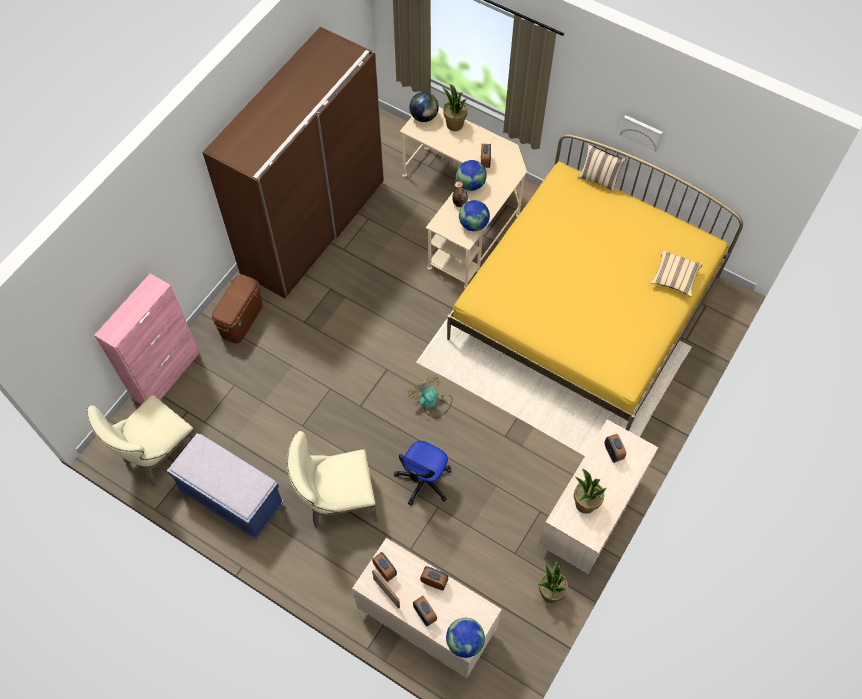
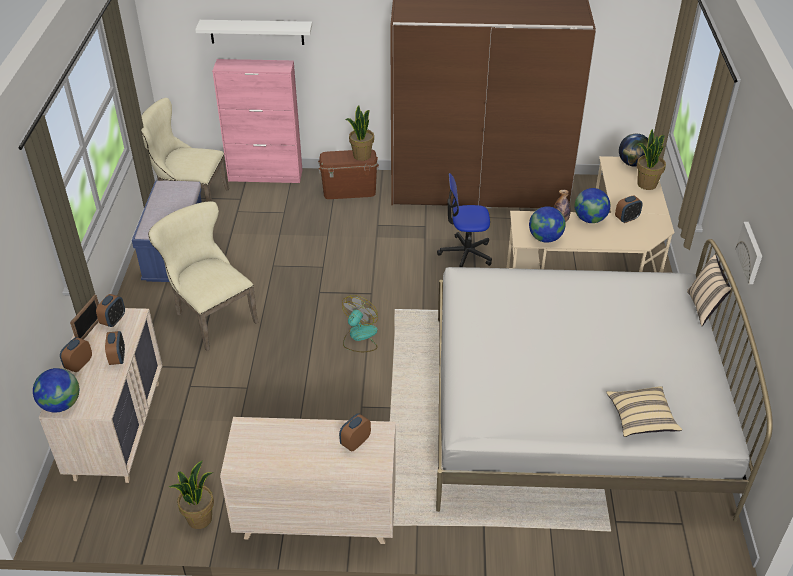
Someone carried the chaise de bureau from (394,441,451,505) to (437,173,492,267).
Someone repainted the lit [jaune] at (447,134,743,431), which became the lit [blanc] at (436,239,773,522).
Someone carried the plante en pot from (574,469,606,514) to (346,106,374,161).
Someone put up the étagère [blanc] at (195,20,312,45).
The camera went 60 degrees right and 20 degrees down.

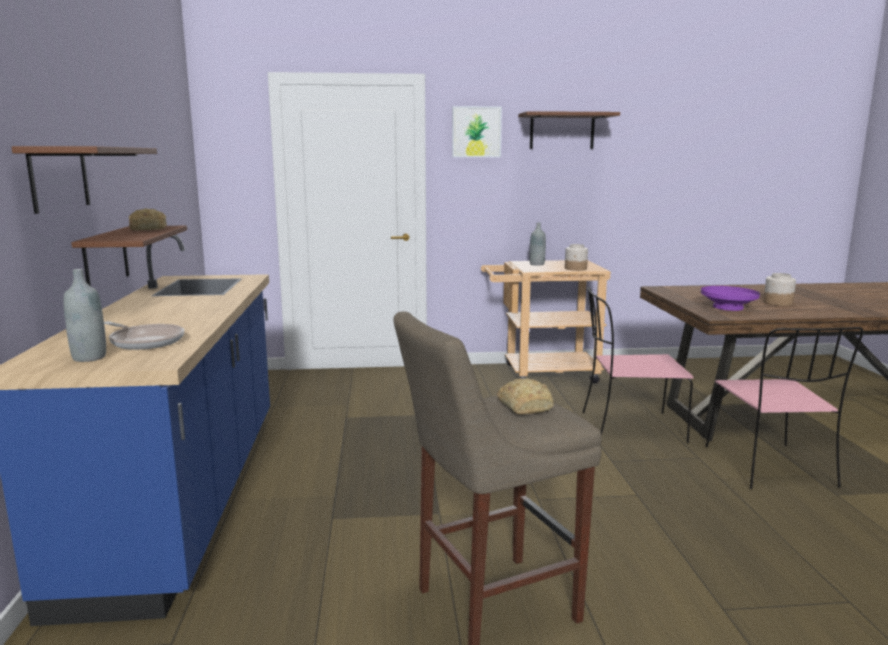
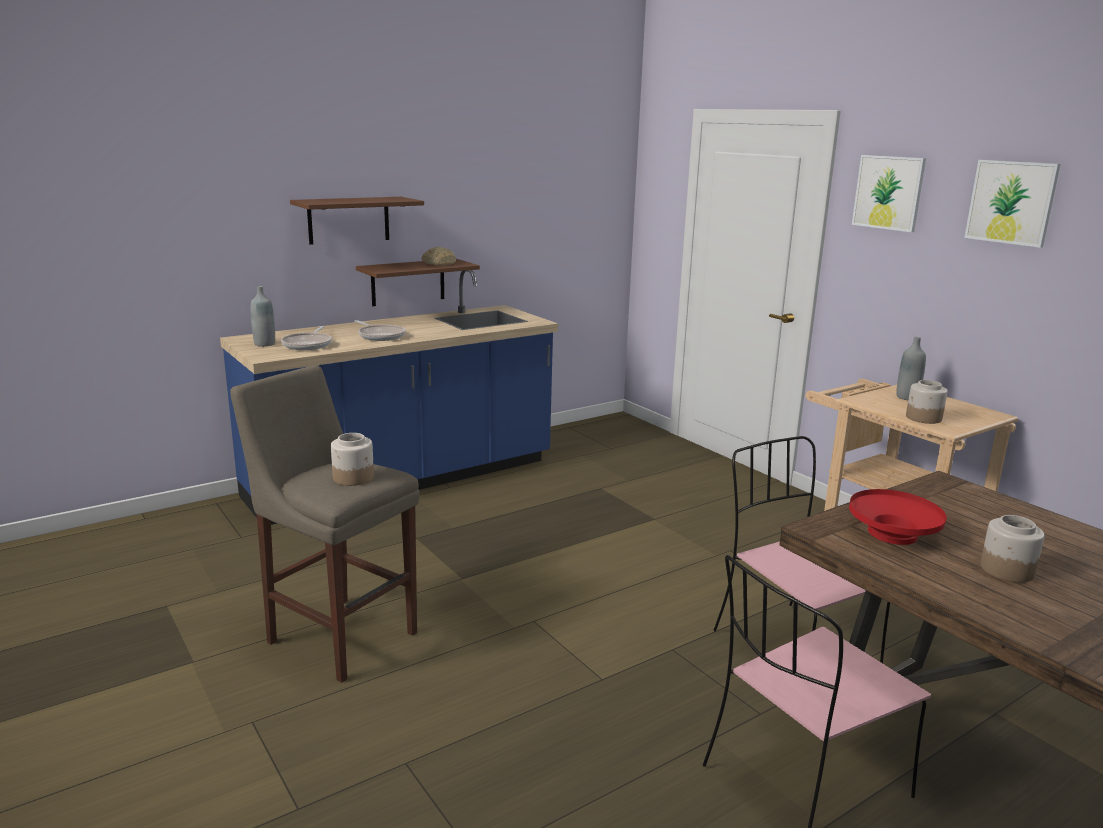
Someone swapped the pain at (497,378,554,415) for the bocal at (331,433,374,486).
Someone swapped the étagère [marron] at (518,111,620,149) for the tableau at (964,160,1060,248).
Someone repainted the bol [violet] at (701,286,760,311), which became the bol [rouge] at (849,489,947,545).
Someone put down the poêle at (355,320,406,341).
The camera went 60 degrees right and 5 degrees up.

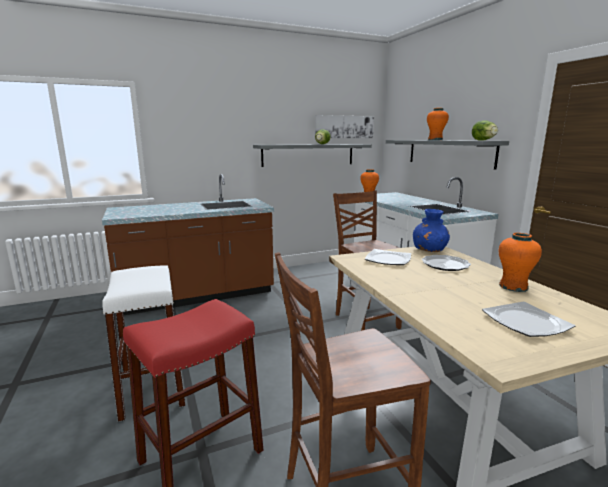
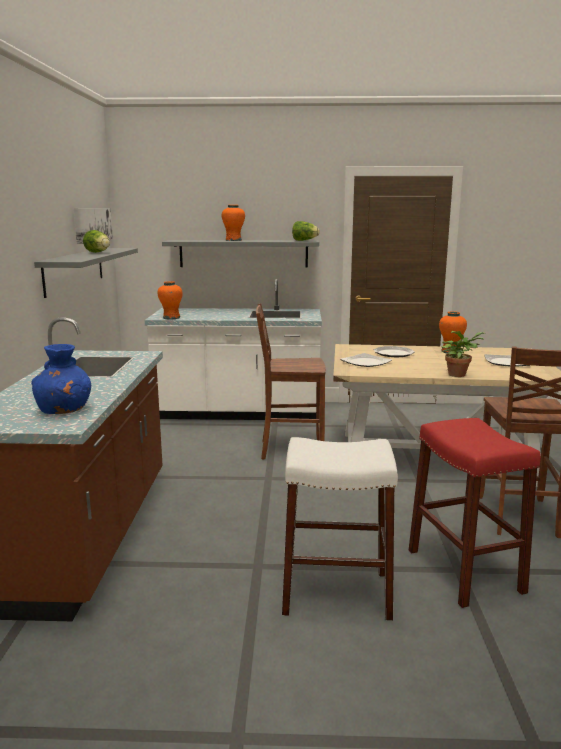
Someone carried the vase [bleu] from (413,209,450,252) to (31,344,91,414).
Someone put down the plante en pot at (441,331,486,377).
The camera went 65 degrees left and 0 degrees up.

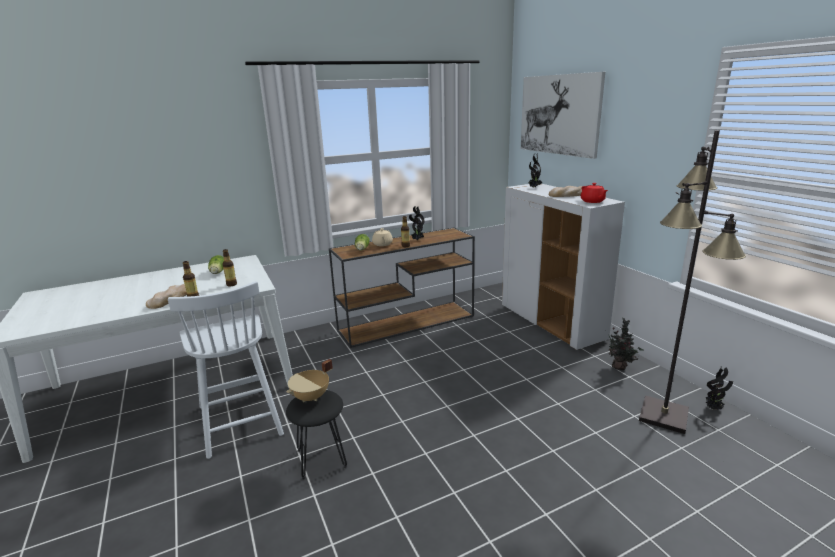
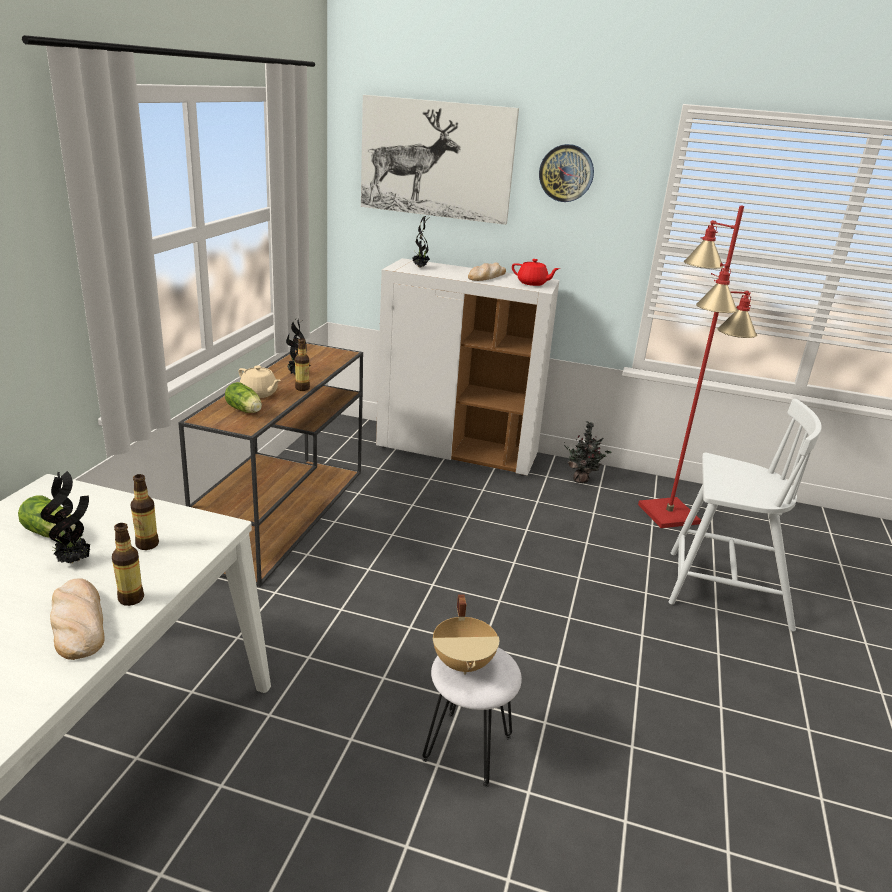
Someone carried the chaise [blanc] from (168,281,284,459) to (668,399,822,632).
Someone repainted the tabouret [noir] at (286,390,347,480), which became the tabouret [blanc] at (423,647,522,787).
Someone repainted the lampadaire [noir] at (639,130,746,434), which became the lampadaire [rouge] at (638,205,757,528).
Someone carried the plante en pot from (705,367,733,410) to (41,471,90,563).
Someone put up the horloge murale at (539,144,594,202).
The camera went 50 degrees left and 5 degrees up.

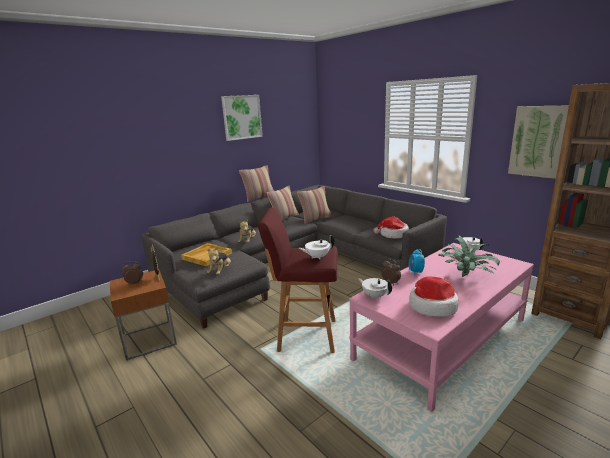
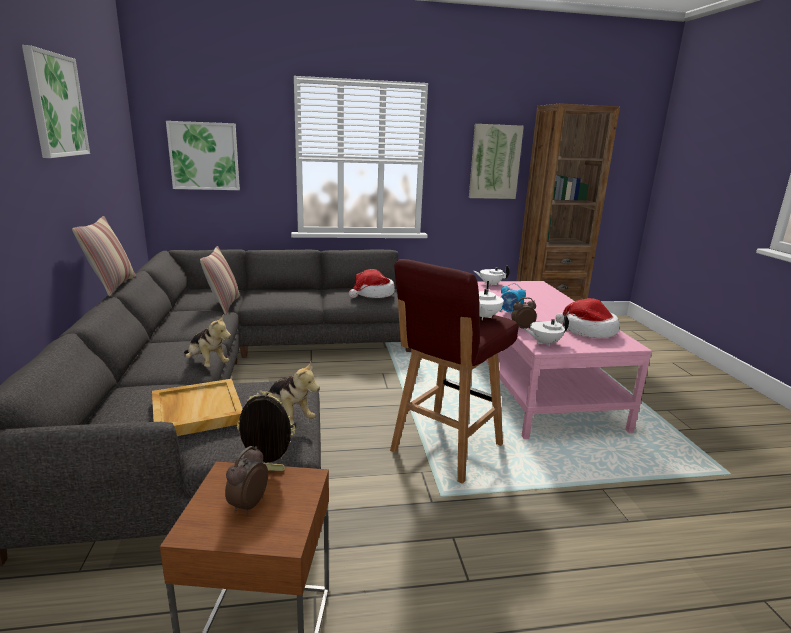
Someone took away the coussin at (267,185,299,221).
Someone took away the plante en pot at (438,238,501,277).
Someone put up the tableau at (166,121,240,190).
The camera went 60 degrees left and 0 degrees up.

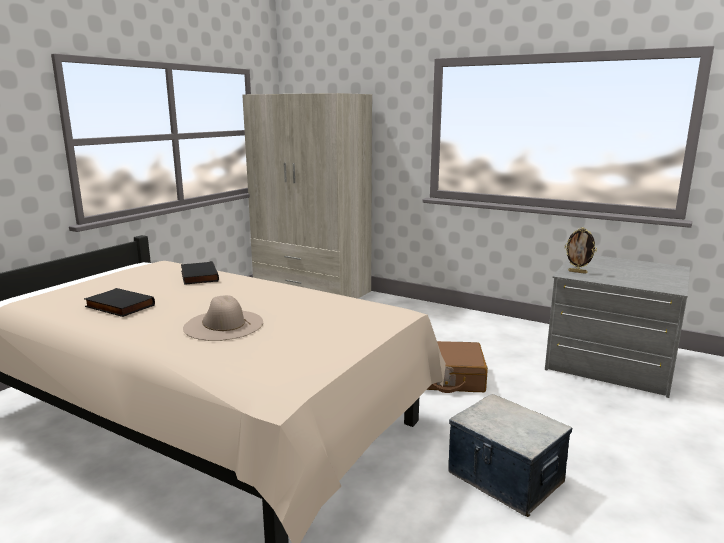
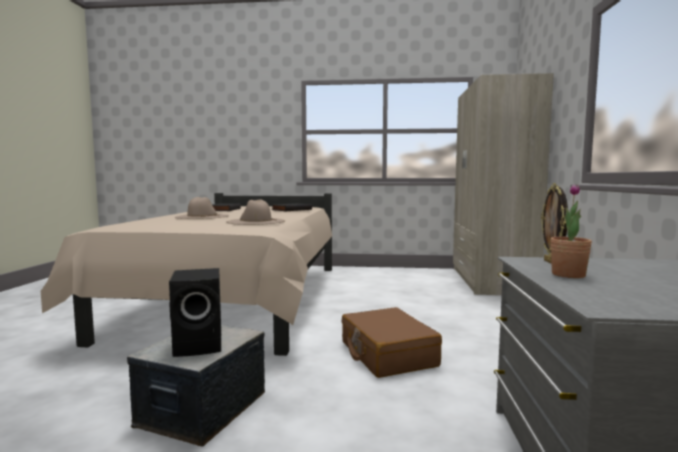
Someone put down the enceinte [noir] at (169,268,221,357).
Someone put down the chapeau [beige] at (226,199,285,225).
Someone put down the plante en pot at (550,184,592,278).
The camera went 65 degrees right and 10 degrees down.

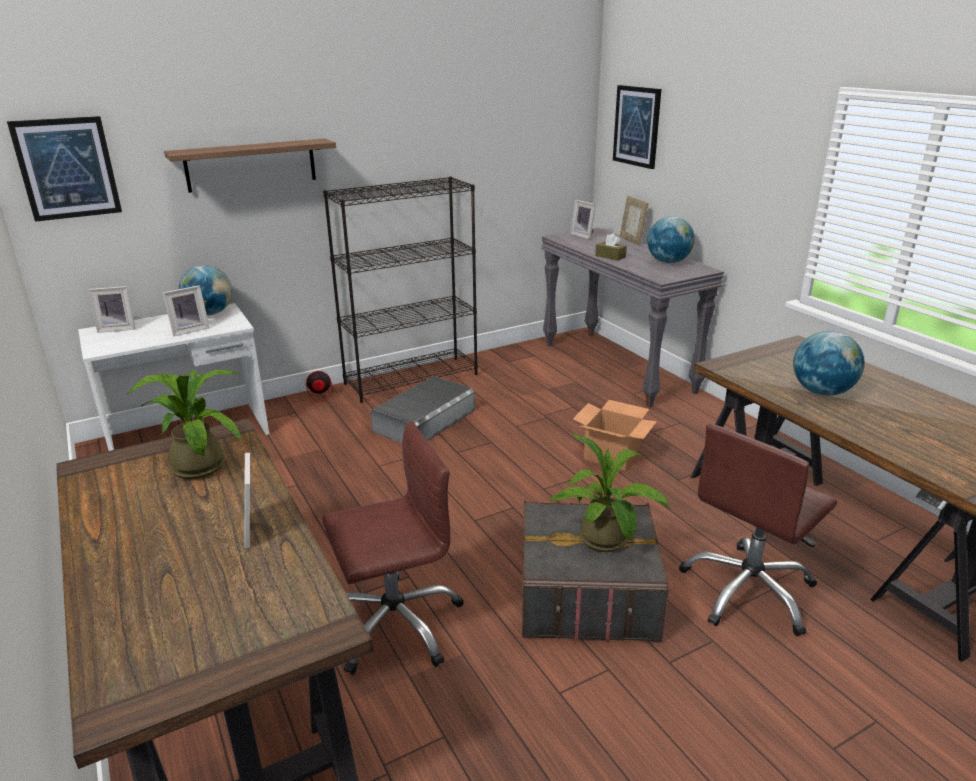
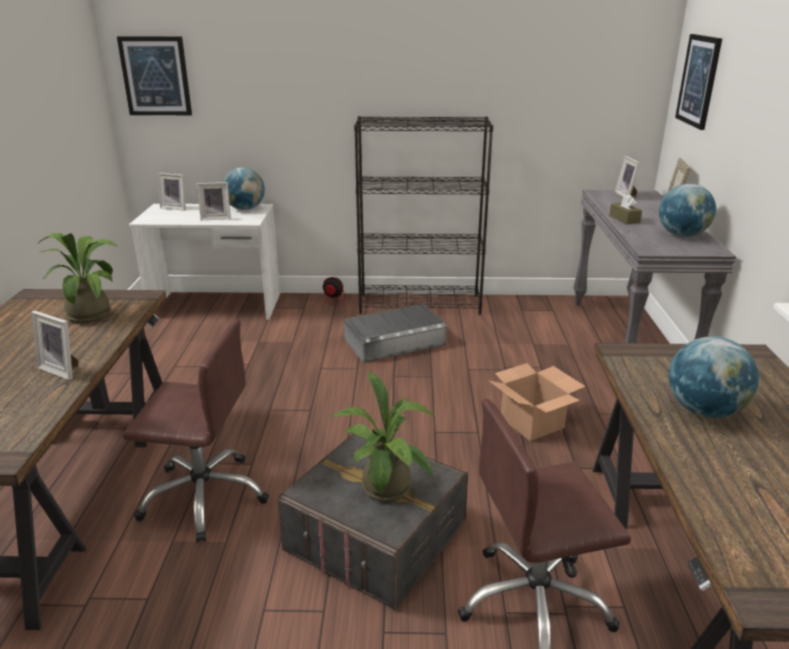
Someone took away the étagère at (164,139,336,193).
Someone rotated the cadre photo at (244,453,274,548) by 75 degrees counterclockwise.
The camera went 30 degrees right and 0 degrees up.

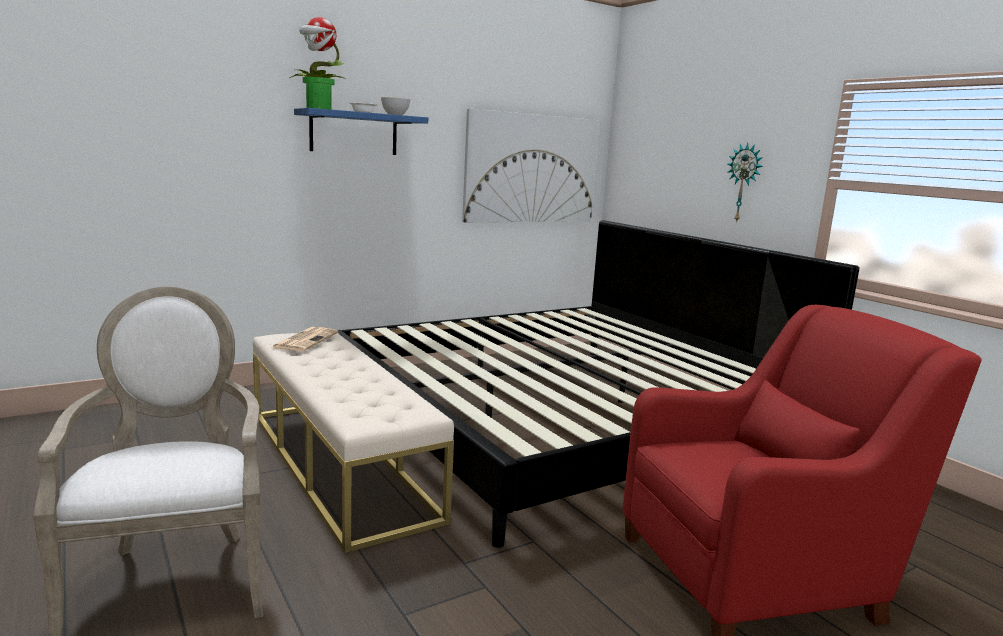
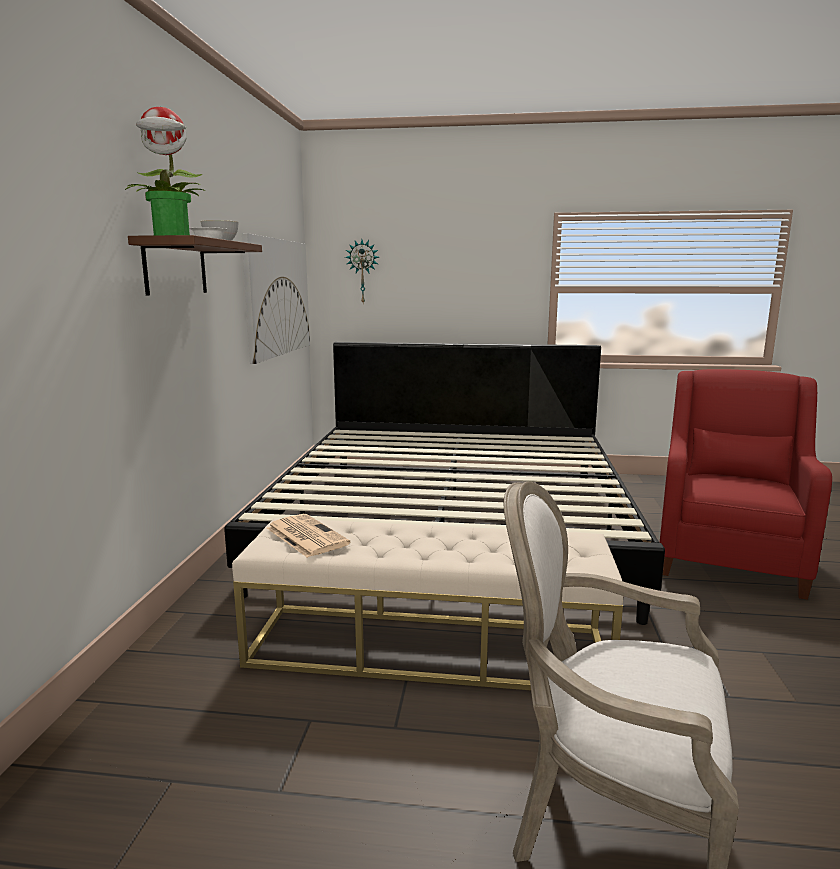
Someone repainted the étagère [bleu] at (294,108,428,155), which became the étagère [marron] at (128,235,262,295).
Someone carried the horloge murale from (727,143,763,223) to (345,240,379,303).
The camera went 50 degrees left and 0 degrees up.

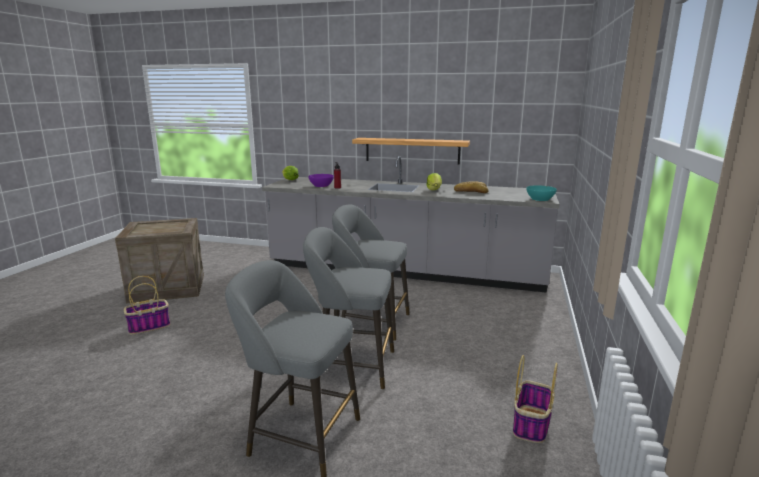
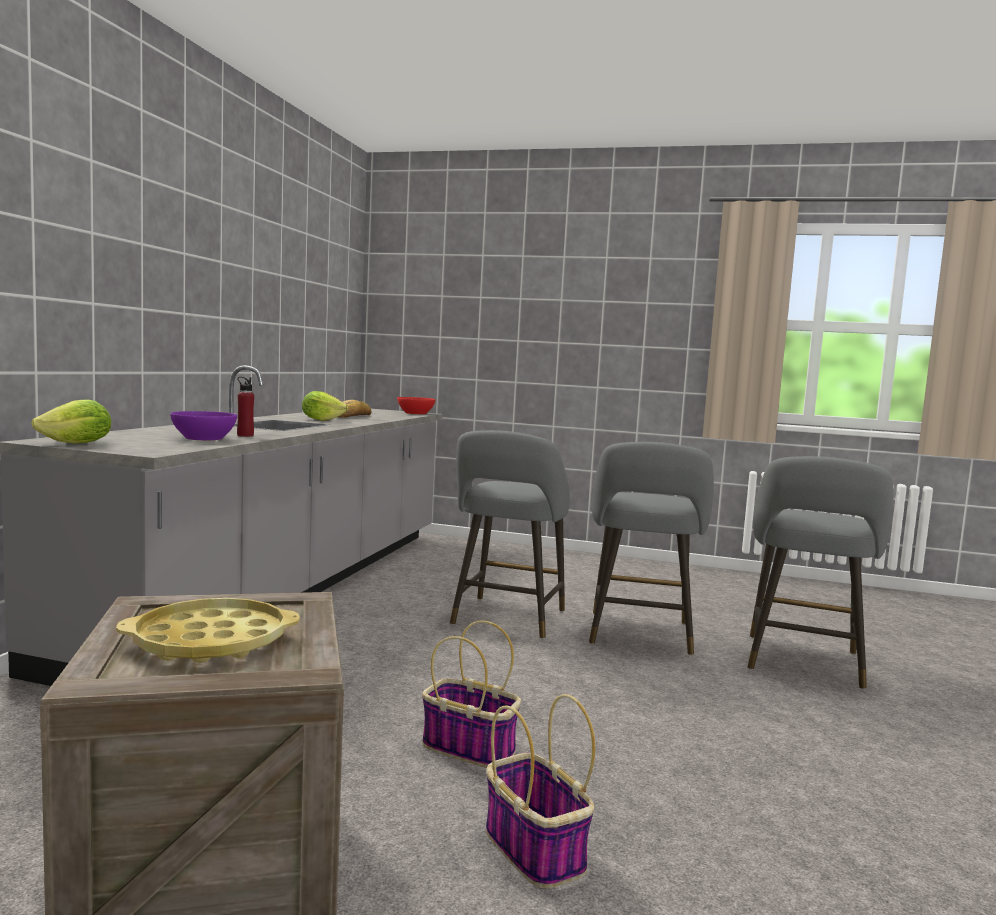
Someone took away the étagère at (352,138,470,165).
Someone carried the panier from (513,355,558,443) to (422,621,521,768).
Someone repainted the bol [turquoise] at (526,185,557,201), which became the bol [rouge] at (397,397,435,414).
Someone put down the plateau [jaune] at (116,598,300,663).
The camera went 90 degrees left and 10 degrees down.

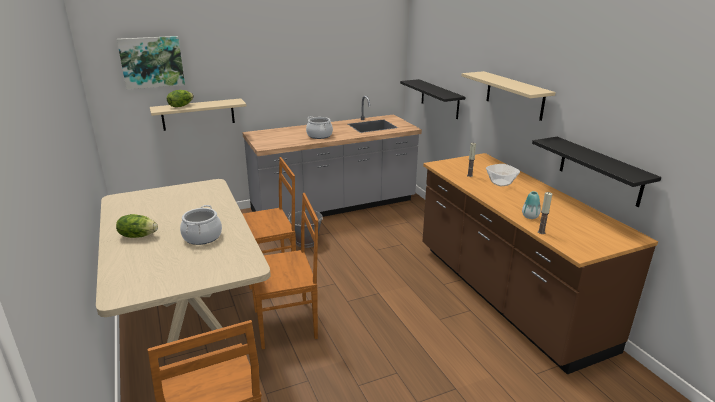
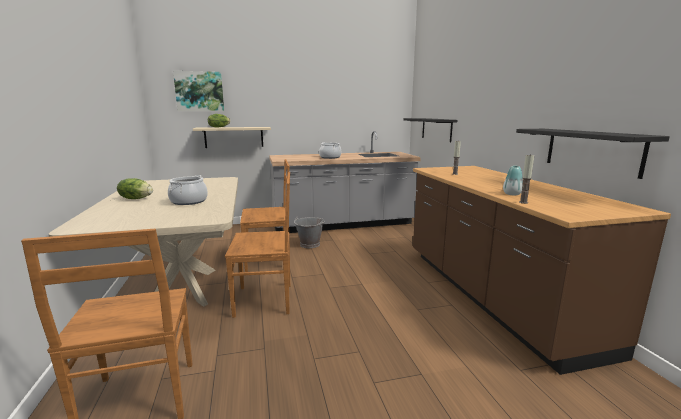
Someone took away the étagère [beige] at (462,71,556,121).
Someone took away the bol at (486,164,520,186).
The camera went 10 degrees right and 10 degrees down.

